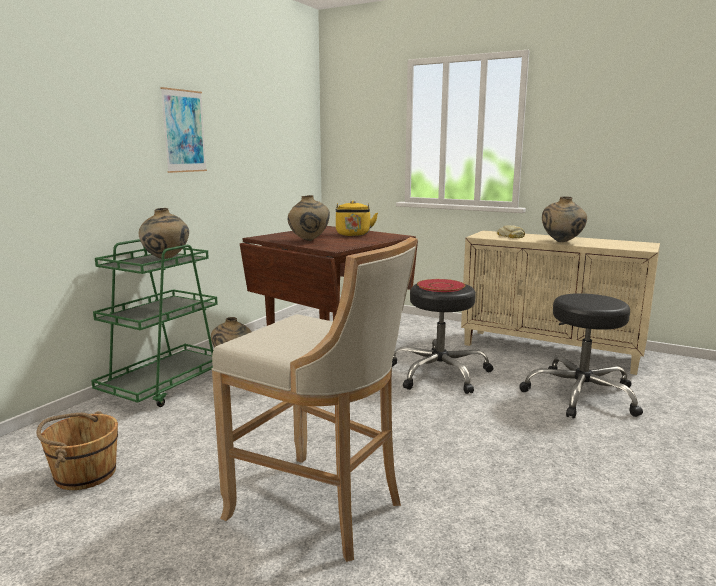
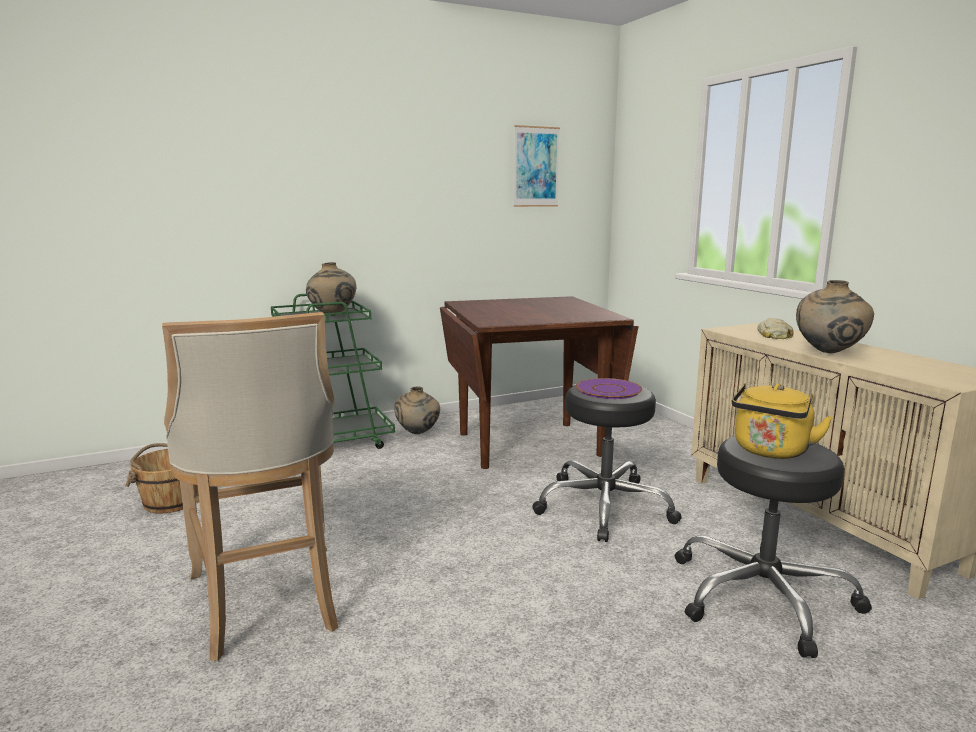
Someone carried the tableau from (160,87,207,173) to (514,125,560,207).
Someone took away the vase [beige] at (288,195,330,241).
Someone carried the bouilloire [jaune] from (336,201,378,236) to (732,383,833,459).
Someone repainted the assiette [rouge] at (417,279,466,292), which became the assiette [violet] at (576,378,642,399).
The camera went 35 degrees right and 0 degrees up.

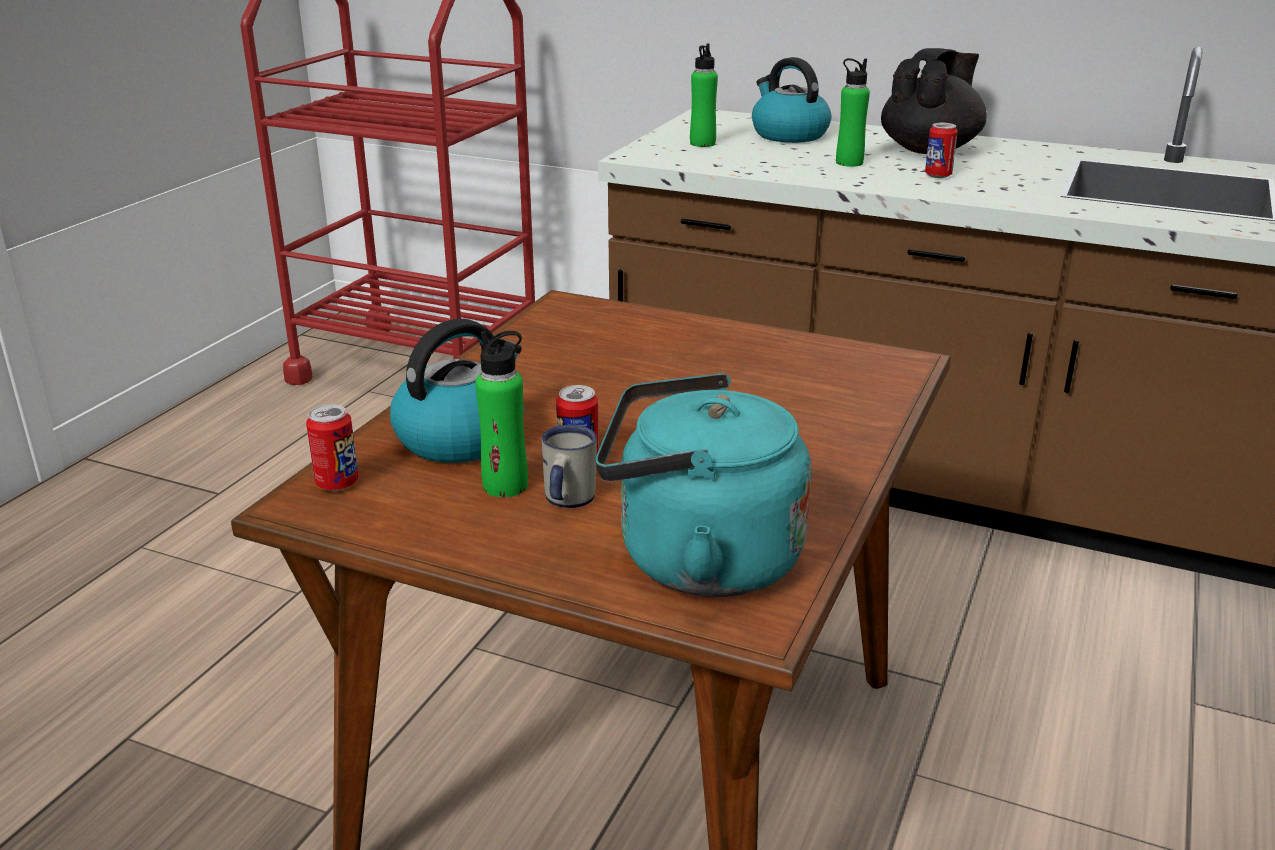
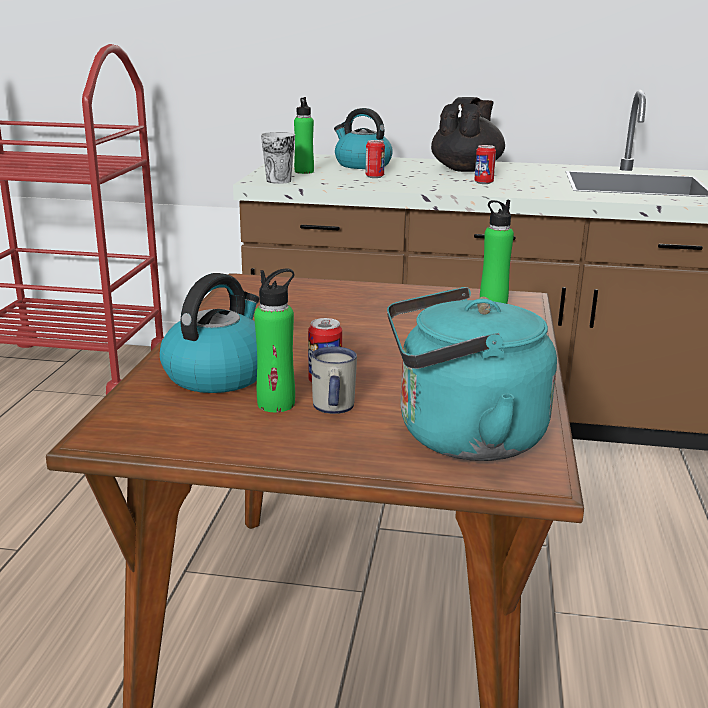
Someone carried the boîte métallique from (306,404,359,491) to (365,140,385,178).
Someone carried the bouteille [vert] from (836,58,870,167) to (480,200,514,304).
Someone put down the tasse at (261,132,295,184).
The camera went 15 degrees left and 5 degrees down.

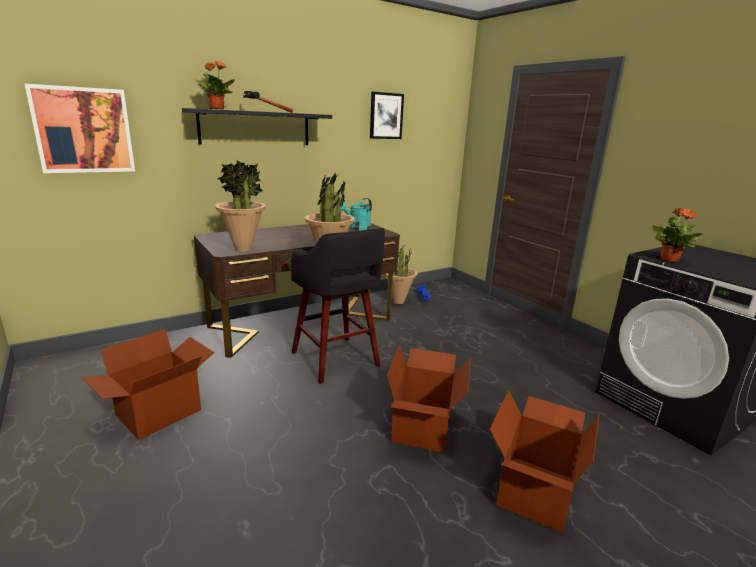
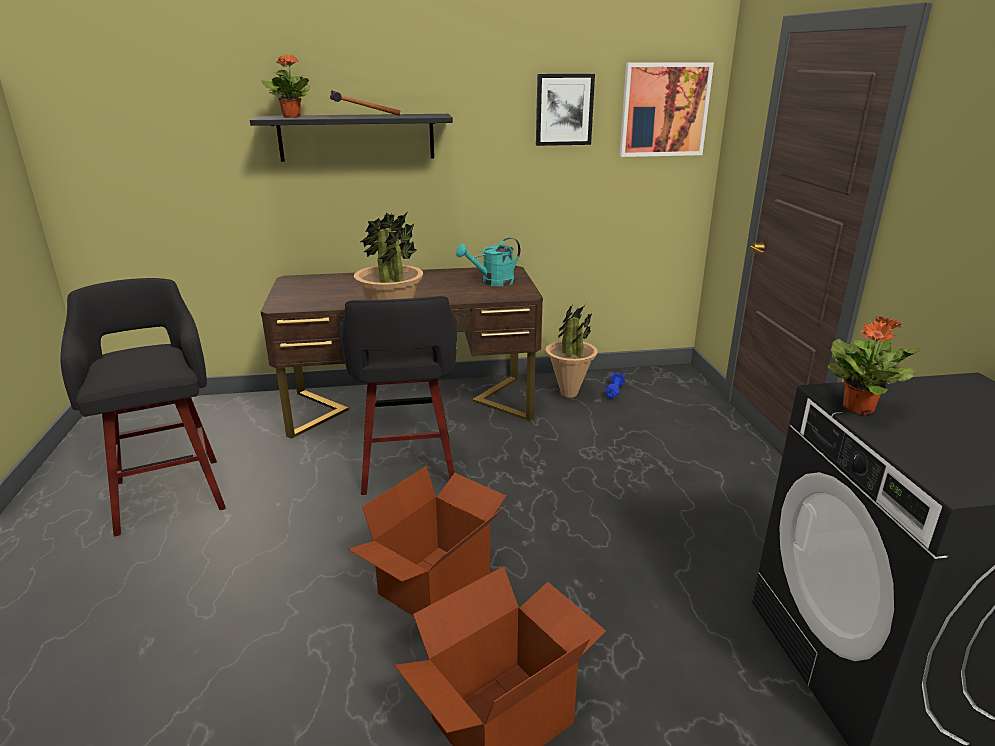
Someone carried the tableau from (25,84,135,173) to (619,62,714,157).
Someone swapped the carton at (81,329,215,440) for the tabouret [noir] at (61,278,226,537).
Someone took away the plante en pot at (215,160,266,252).
The camera went 25 degrees right and 5 degrees up.

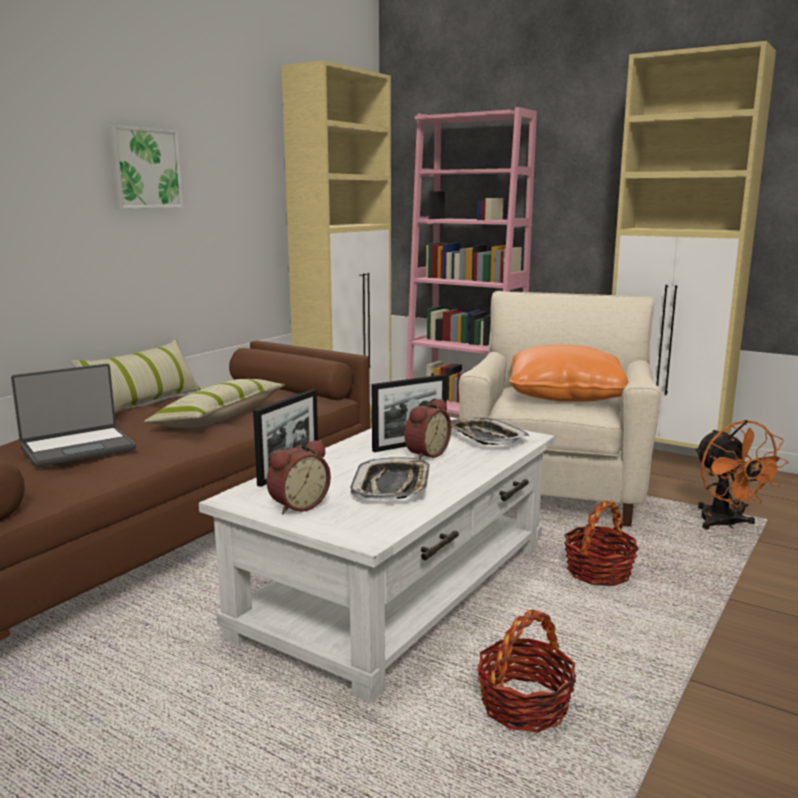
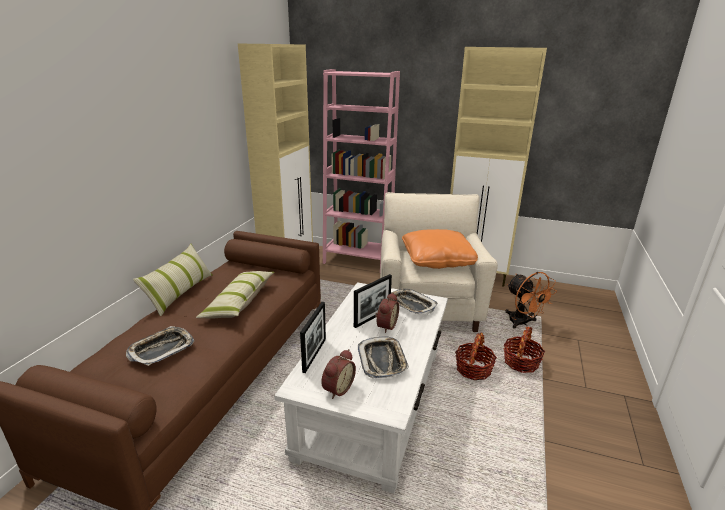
Someone swapped the ordinateur portable at (11,364,136,468) for the plateau at (126,326,194,366).
Someone took away the tableau at (108,125,183,209).
Someone carried the panier from (477,610,576,733) to (503,327,545,373).
The camera went 15 degrees left and 10 degrees up.

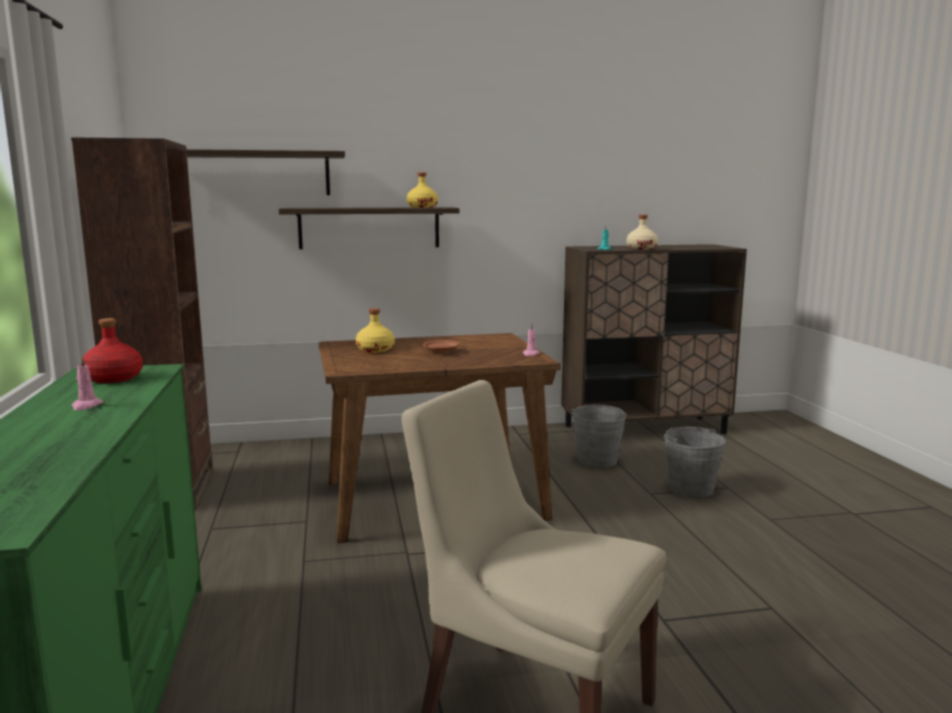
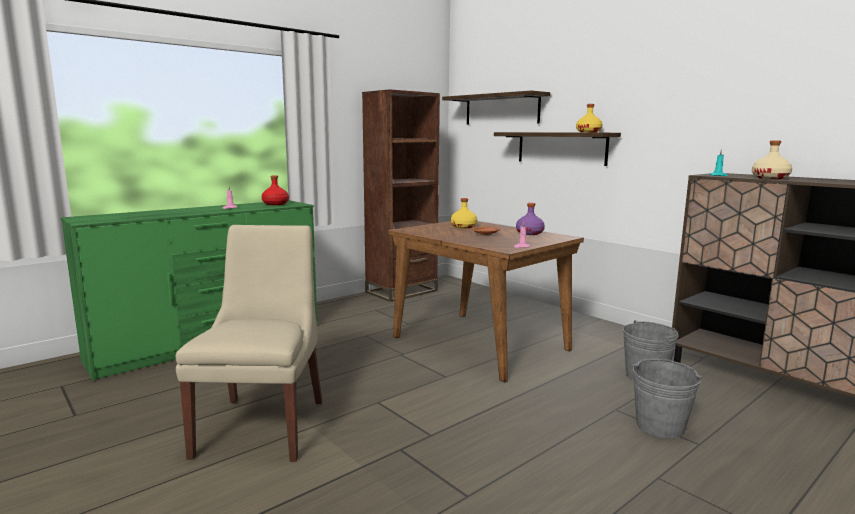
Someone put down the bouteille [violet] at (516,203,545,235).
The camera went 60 degrees right and 0 degrees up.

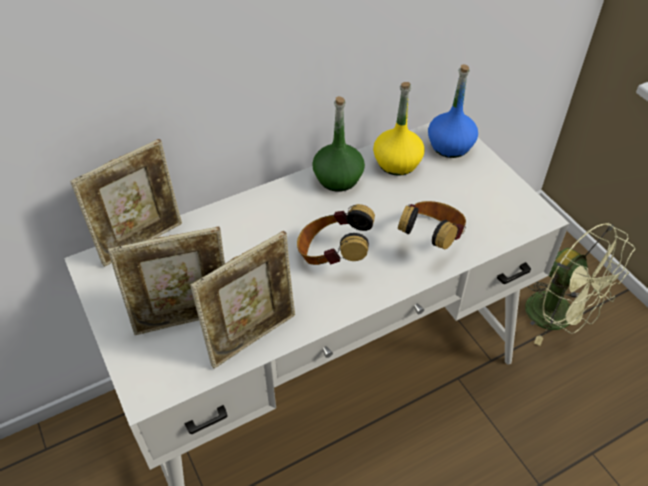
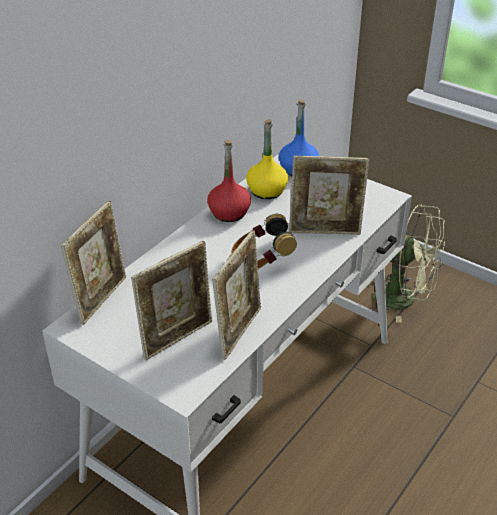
Someone repainted the bouteille [vert] at (312,96,365,192), which became the bouteille [rouge] at (207,140,251,222).
Someone swapped the casque audio at (398,201,466,249) for the cadre photo at (289,156,370,235).
The camera went 25 degrees left and 10 degrees down.

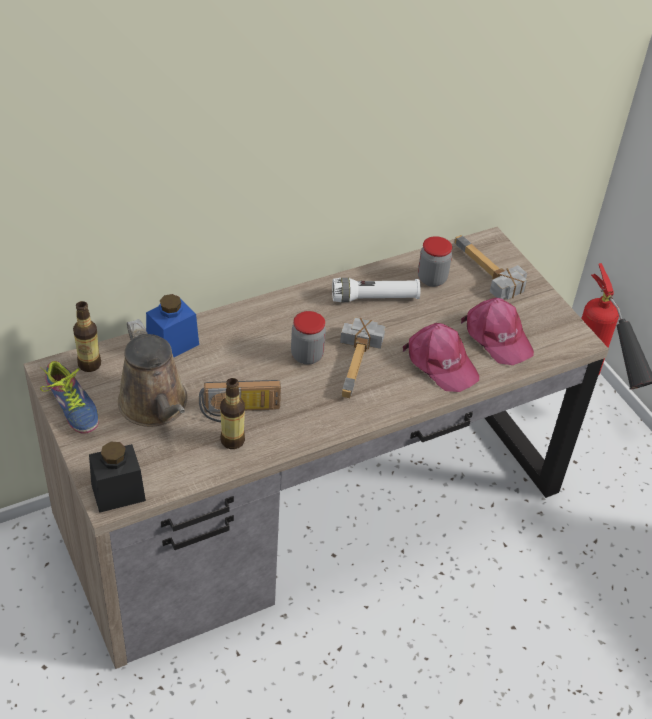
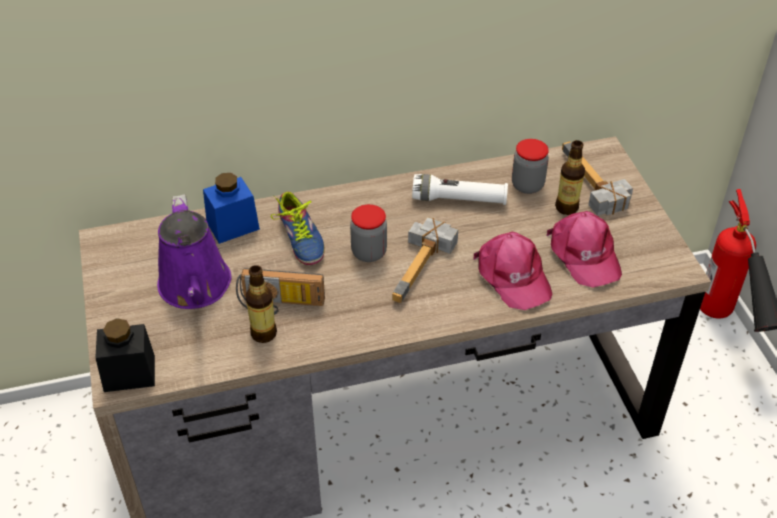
Someone carried the chaussure from (40,361,99,434) to (271,192,324,265).
Someone carried the bouteille from (73,301,101,372) to (555,140,585,215).
Someone repainted the arrosoir [marron] at (118,319,188,427), which became the arrosoir [violet] at (157,194,231,309).
The camera went 15 degrees right and 0 degrees up.

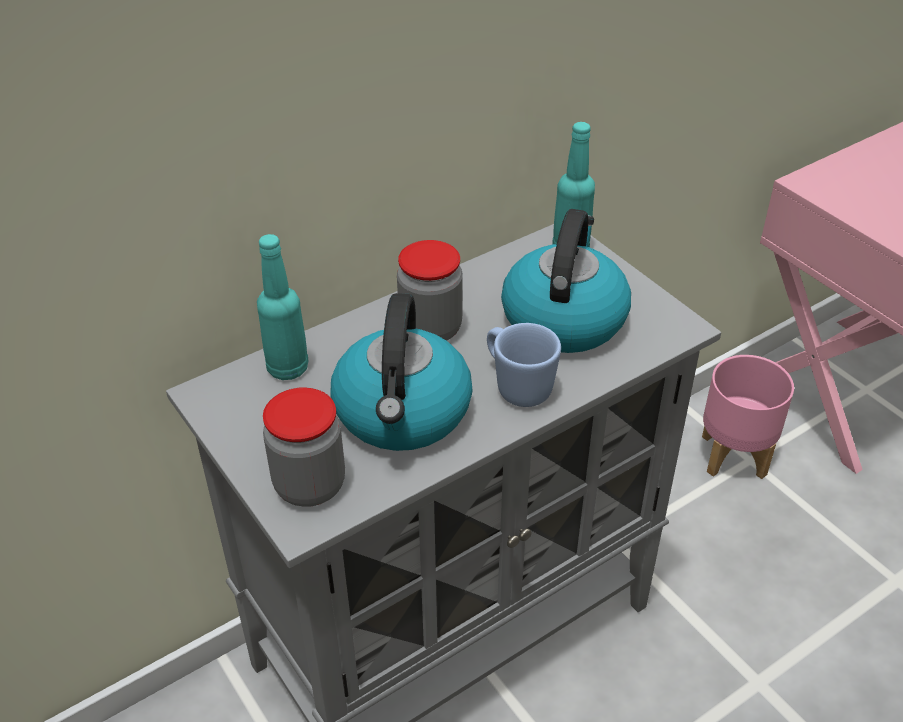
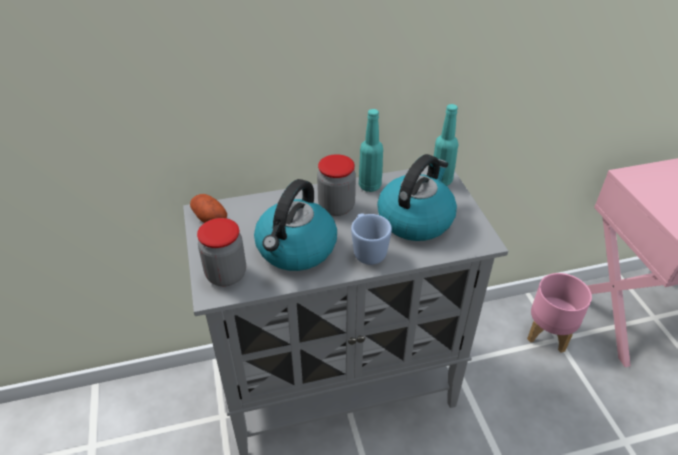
Someone carried the bouteille [turquoise] from (257,234,309,380) to (359,109,383,192).
Someone put down the pomme de terre at (190,194,227,223).
The camera went 20 degrees right and 0 degrees up.

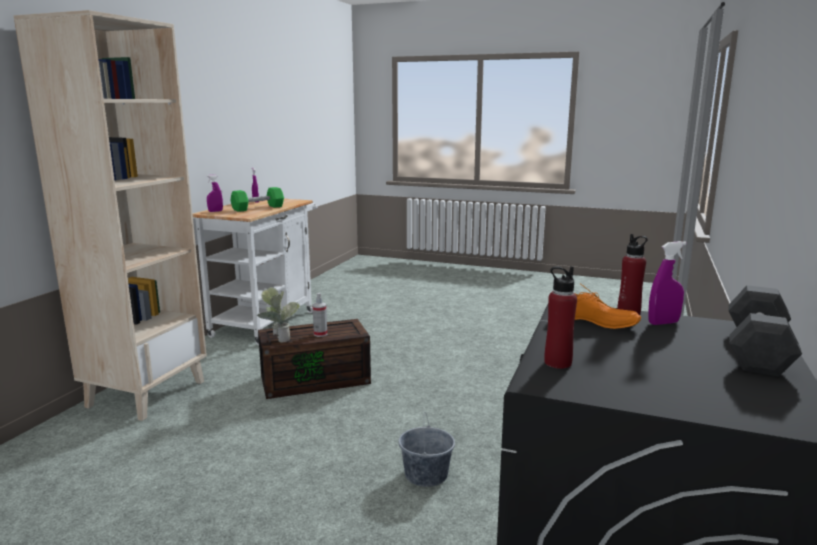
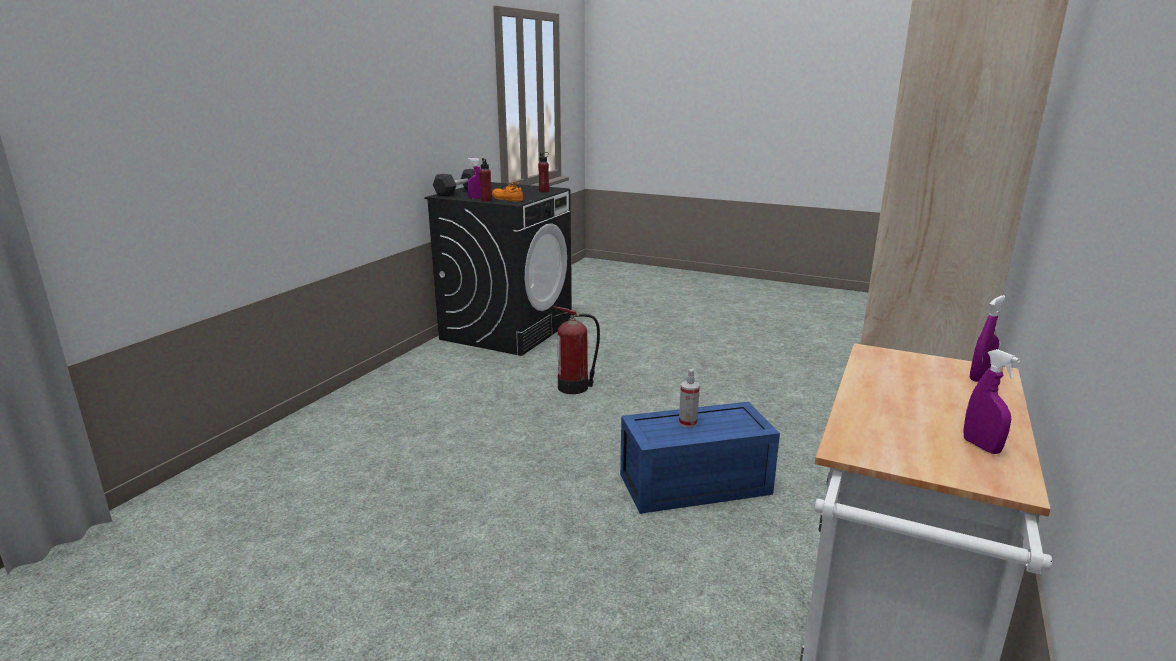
Someone took away the haltère [vert] at (230,187,284,212).
Someone took away the plante en pot at (257,287,300,343).
Someone repainted the boîte de rangement [marron] at (258,319,371,399), which became the boîte de rangement [bleu] at (620,402,780,514).
Someone swapped the seau [gris] at (398,412,455,487) for the extincteur at (553,306,600,394).
The camera went 175 degrees left and 5 degrees up.

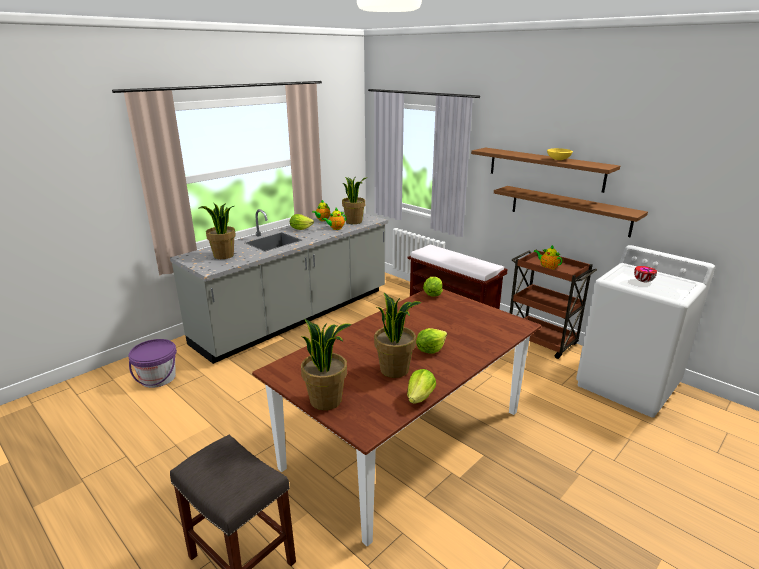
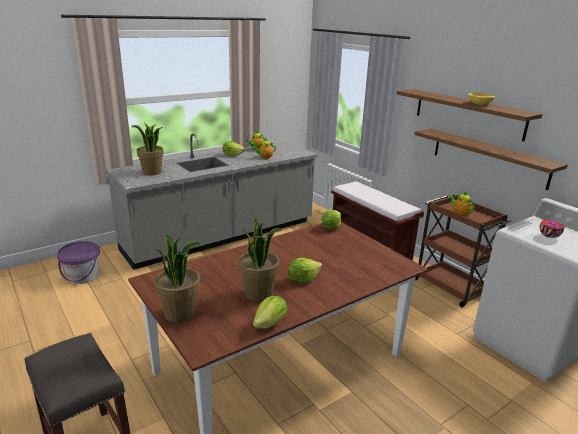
Someone took away the plante en pot at (342,176,368,224).
The camera went 10 degrees right and 0 degrees up.

